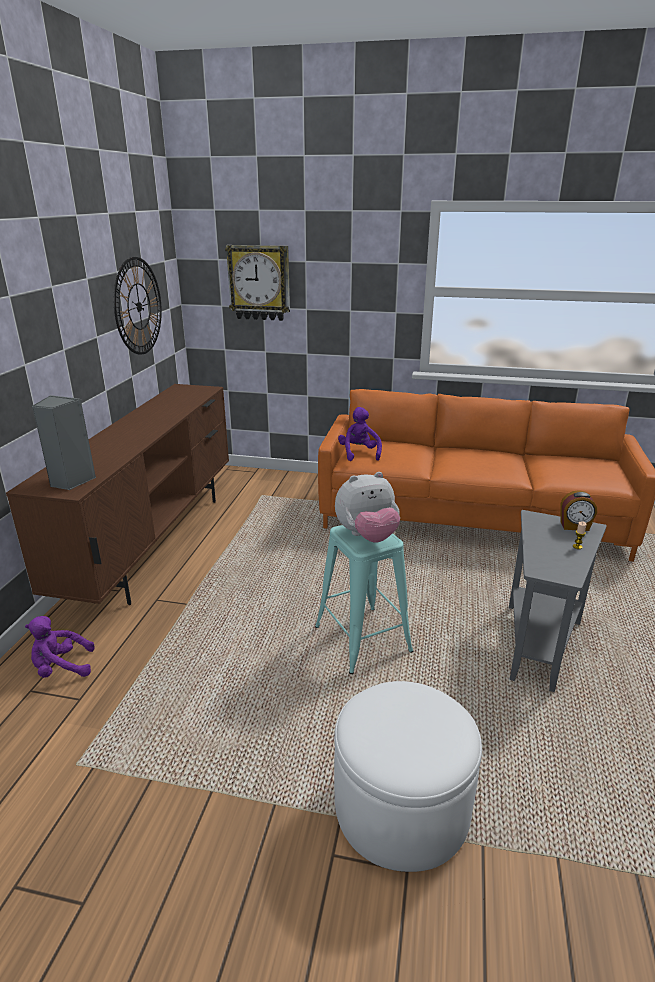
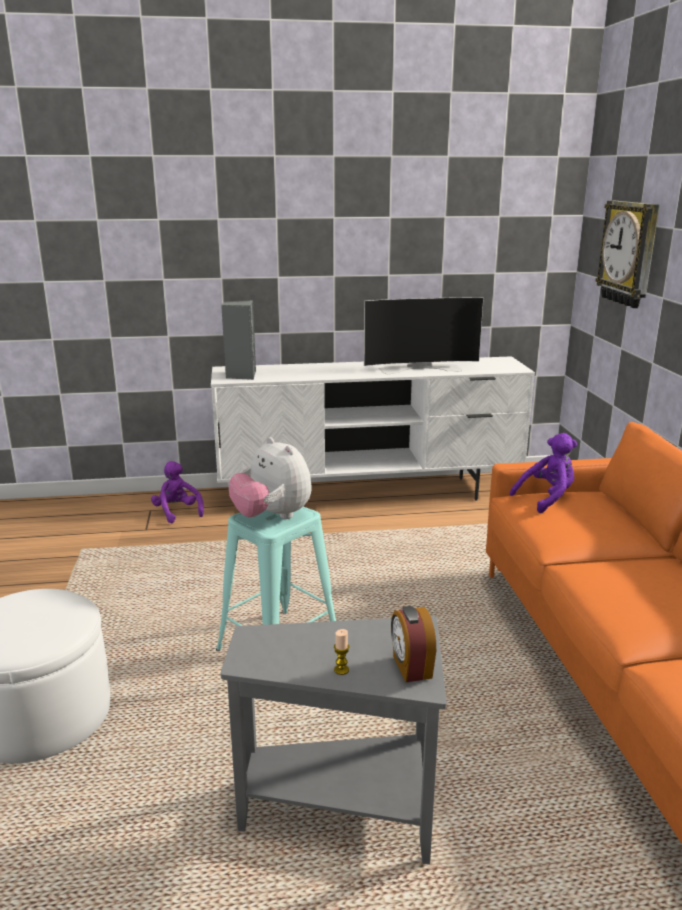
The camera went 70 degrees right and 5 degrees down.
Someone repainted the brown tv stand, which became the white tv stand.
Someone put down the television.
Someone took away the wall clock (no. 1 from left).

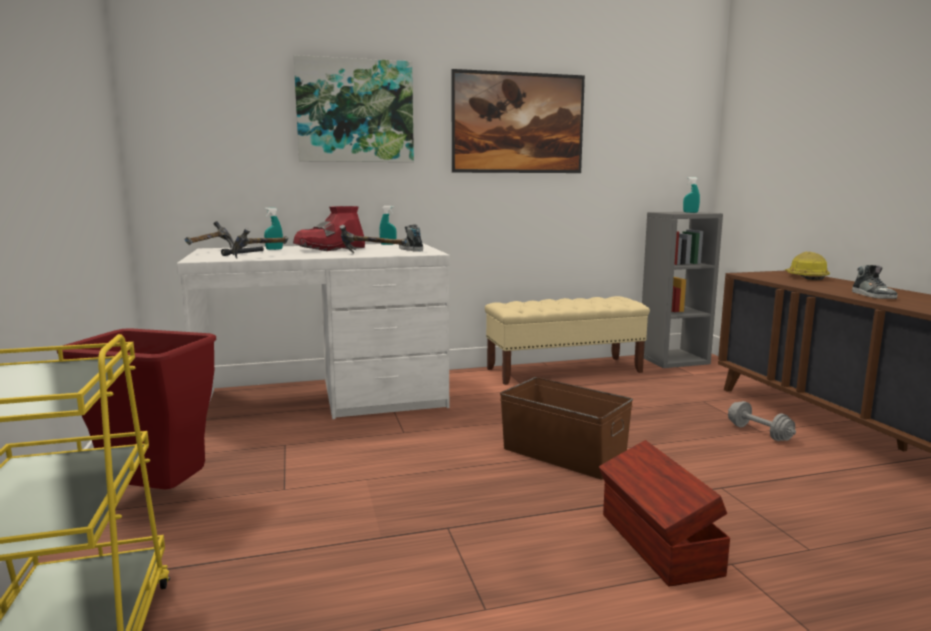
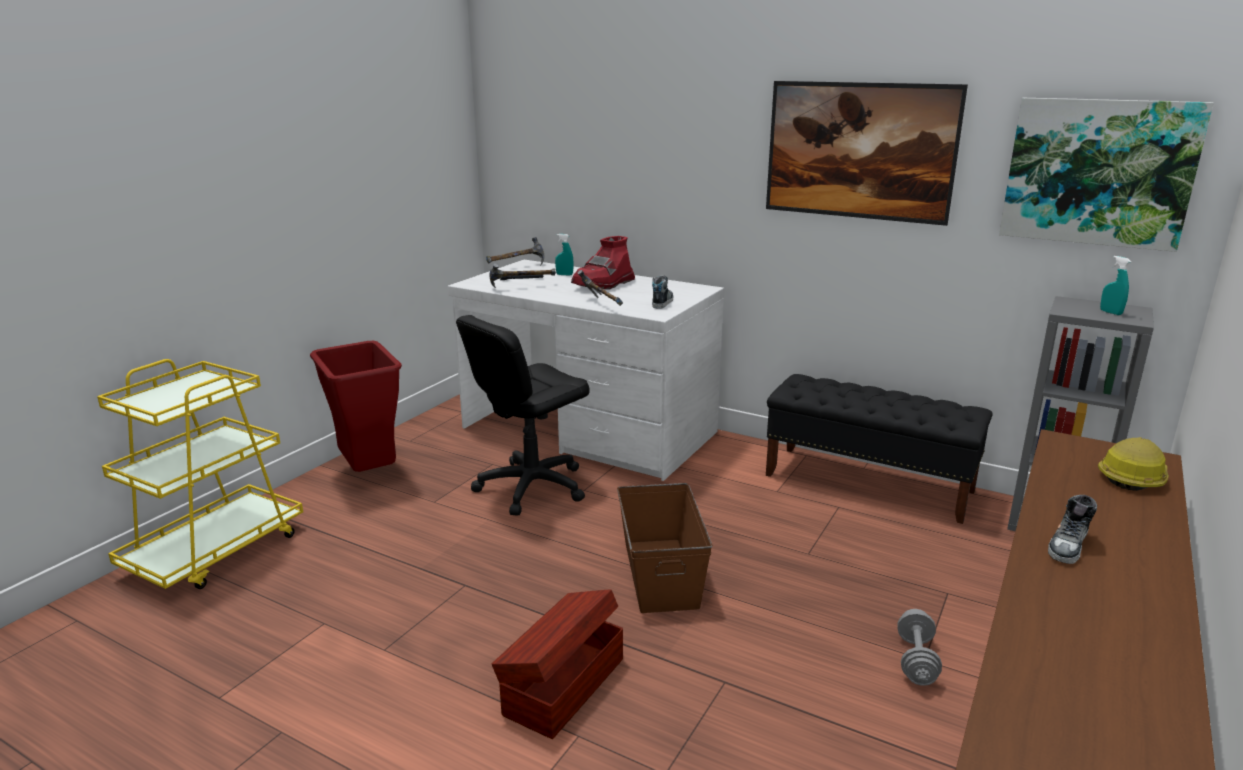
The camera went 45 degrees right and 10 degrees up.
Someone put down the black office chair.
Someone rotated the red boot by 60 degrees counterclockwise.
Someone repainted the beige bench, which became the black bench.
Someone carried the picture (no. 1 from left in the first image).
Someone took away the turquoise spray bottle (no. 2 from left).

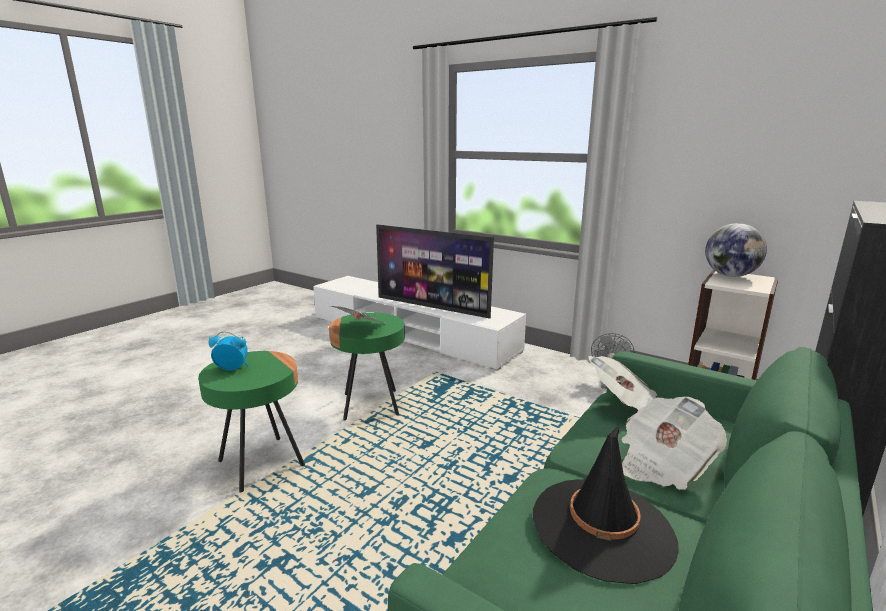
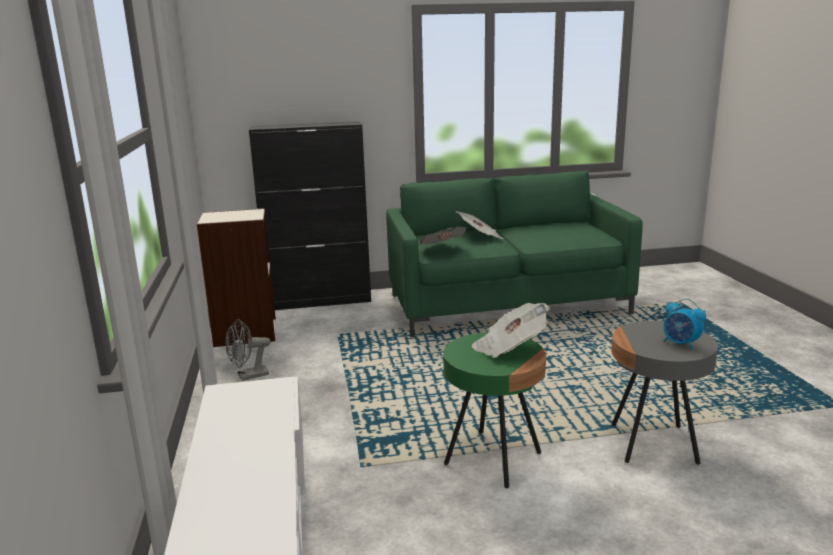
The camera went 135 degrees left and 0 degrees up.
Someone repainted the green side table (no. 1 from left), which became the grey side table.
Someone took away the television.
Someone took away the black hat.
Someone took away the globe.

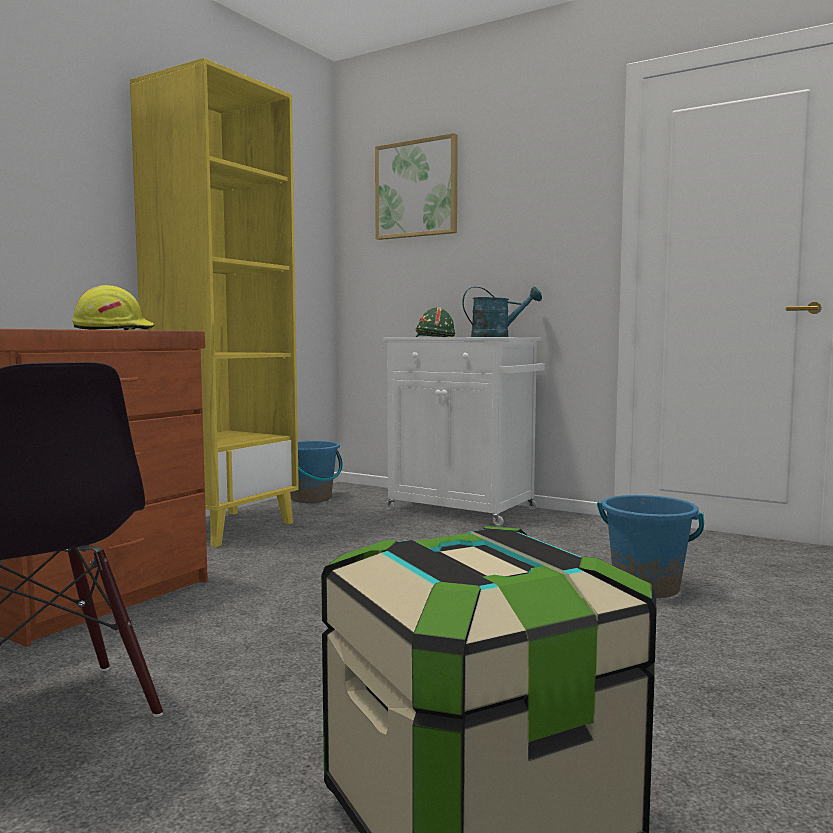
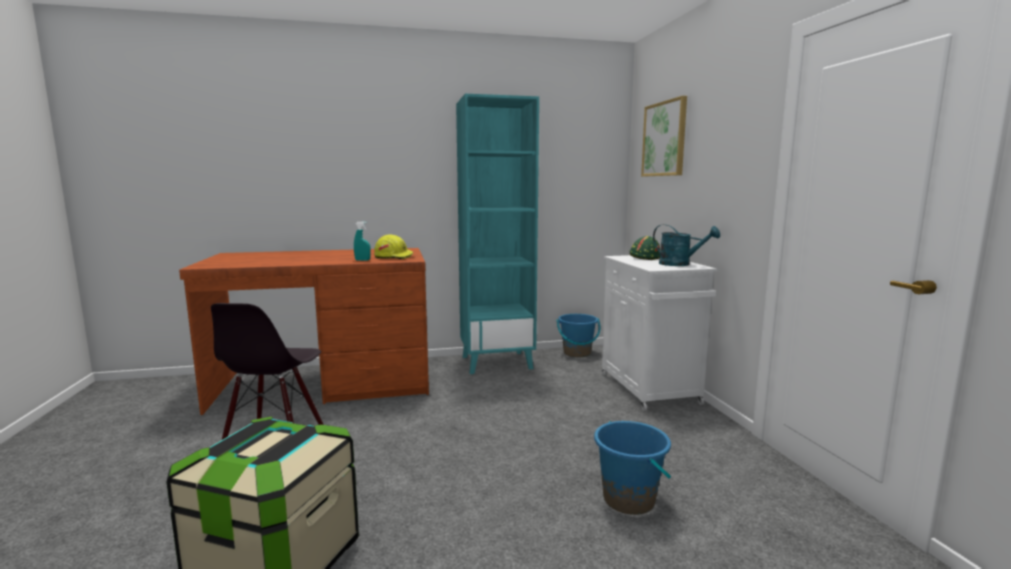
The camera went 45 degrees right and 5 degrees up.
Someone put down the turquoise spray bottle.
Someone repainted the yellow bookcase, which became the turquoise bookcase.

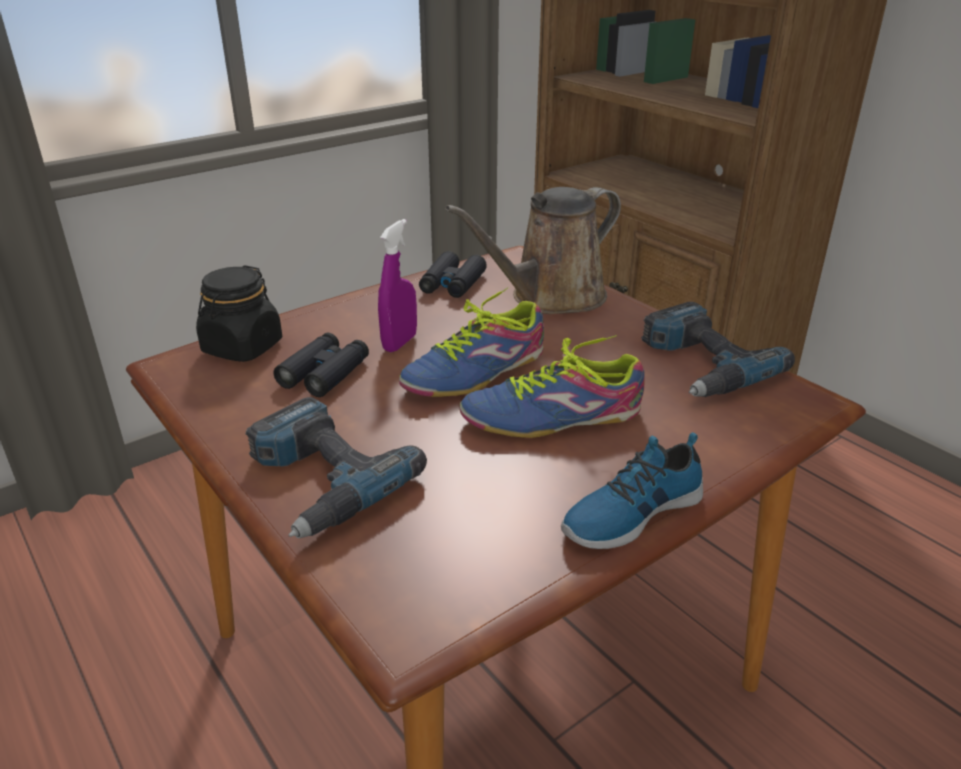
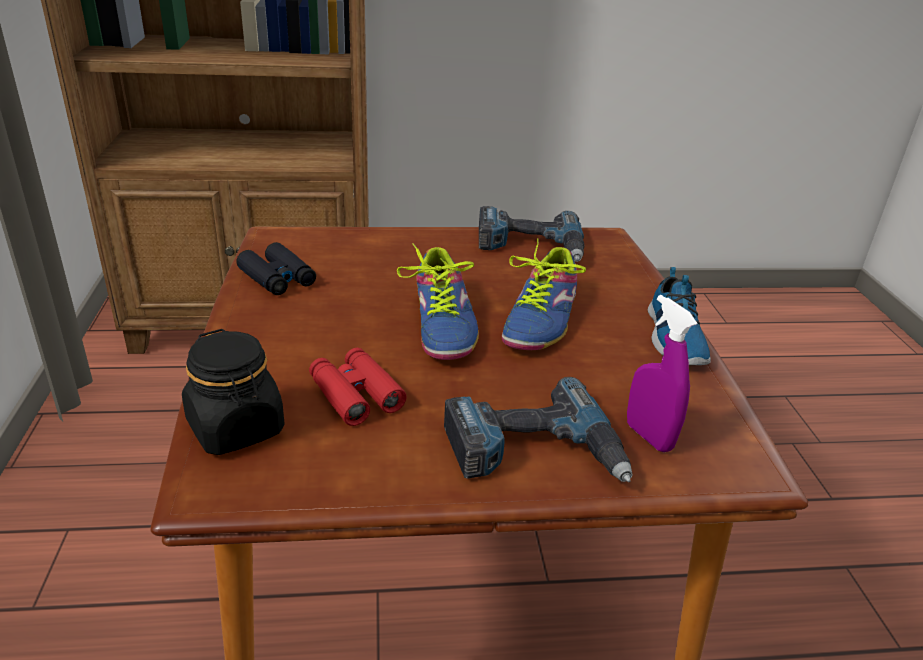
The camera went 60 degrees left and 0 degrees up.
Someone repainted the black binoculars (no. 1 from left), which became the red binoculars.
Someone carried the purple spray bottle.
Someone took away the brown watering can.

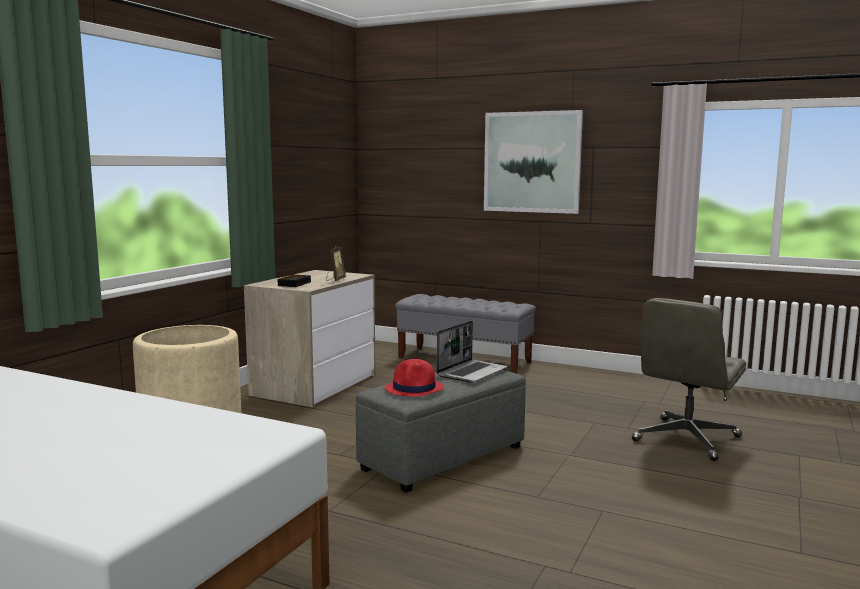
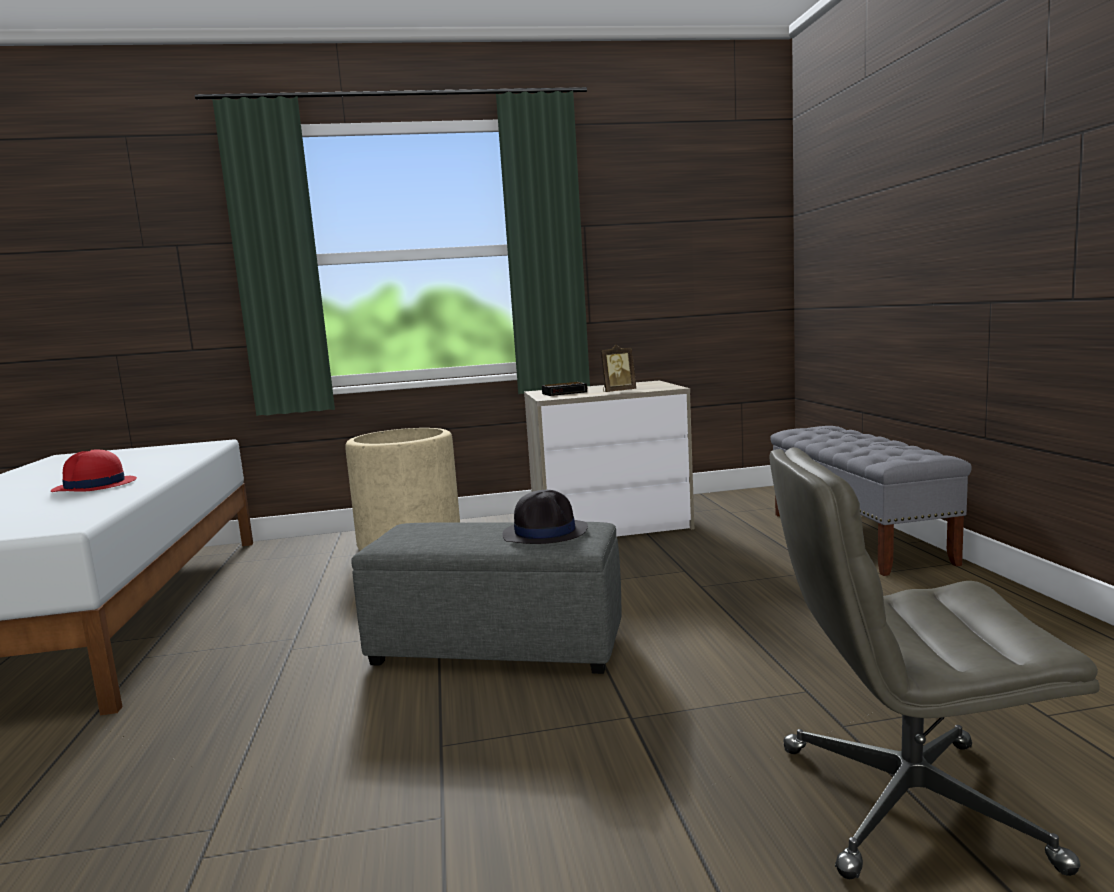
The camera went 55 degrees right and 0 degrees up.
Someone carried the red hat.
Someone swapped the laptop for the black hat.
Someone took away the picture.

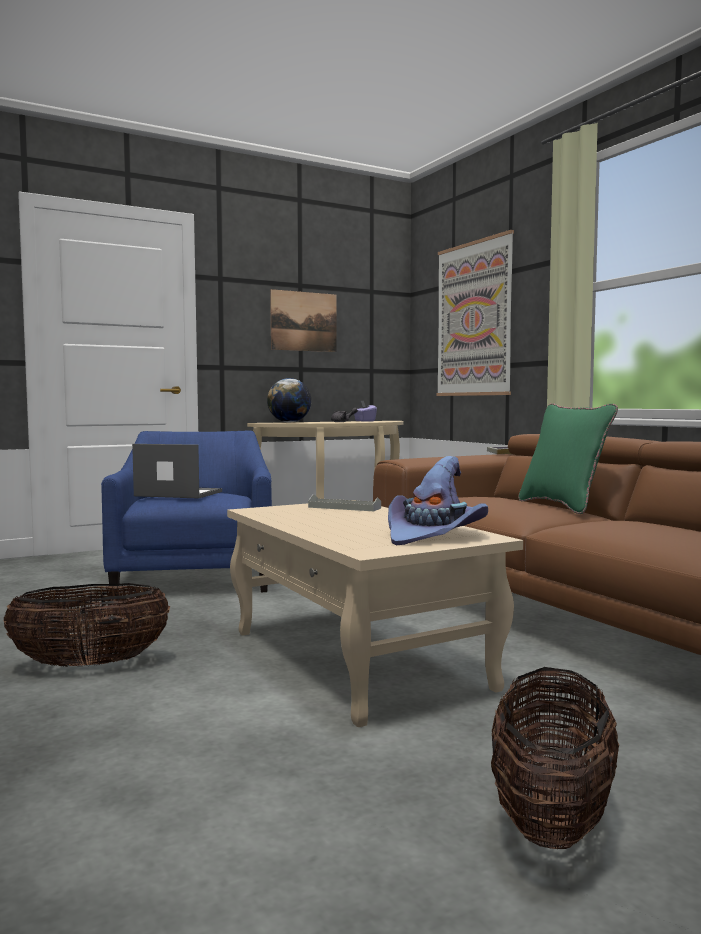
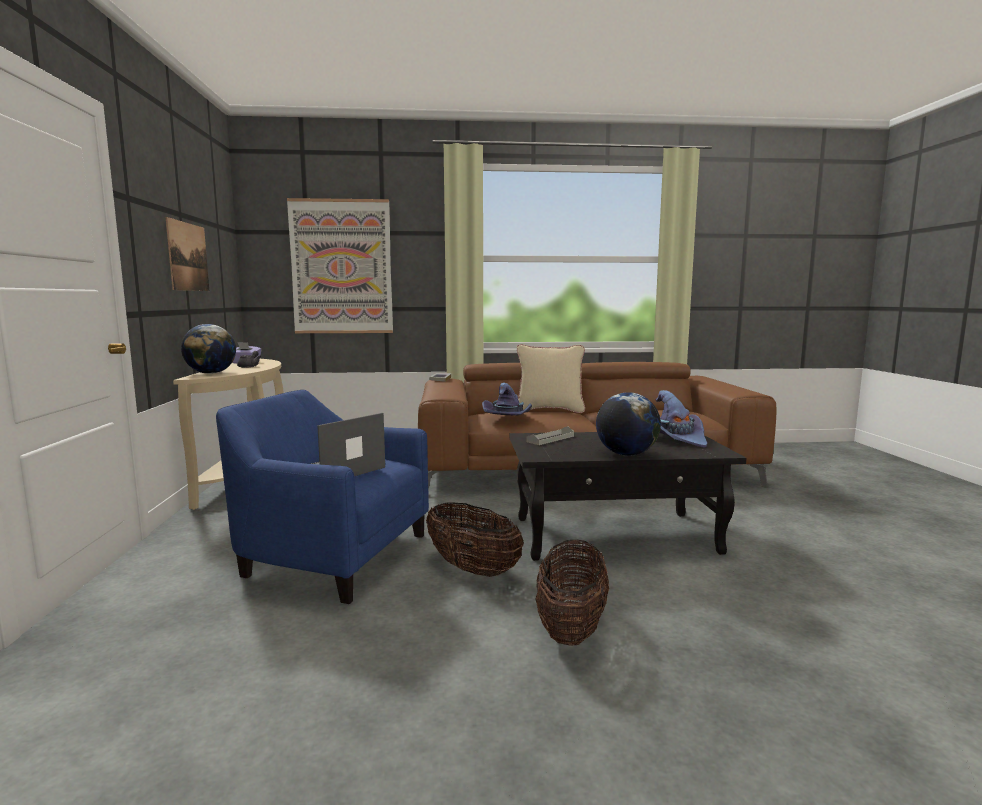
The camera went 65 degrees left and 5 degrees up.
Someone carried the basket (no. 2 from left in the first image).
Someone put down the purple hat (no. 1 from left).
Someone repainted the beige coffee table, which became the black coffee table.
Someone repainted the green pillow, which became the beige pillow.
Someone put down the globe (no. 2 from left).

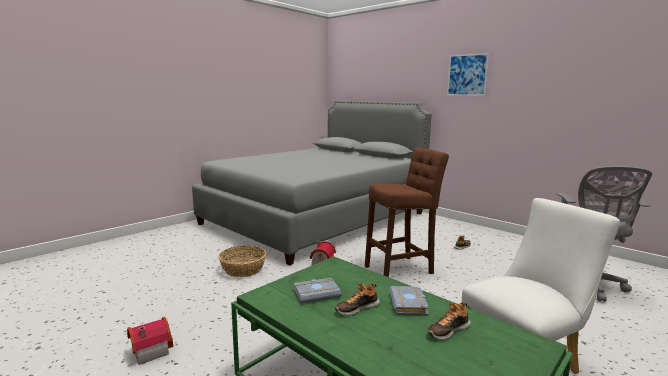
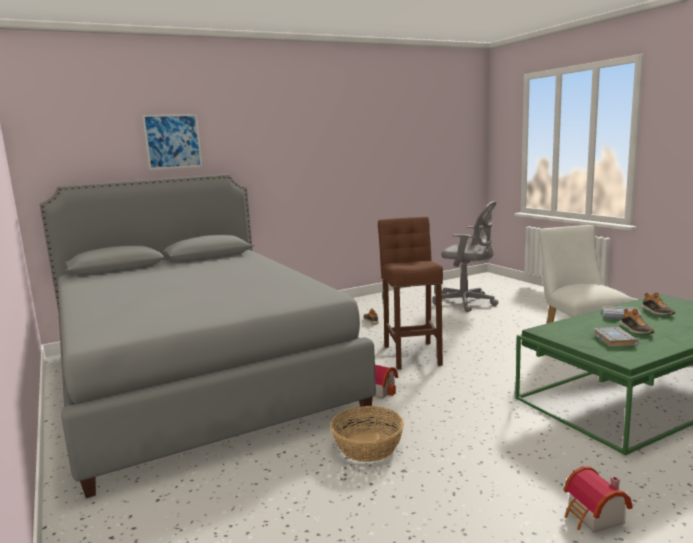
The camera went 70 degrees left and 0 degrees up.
Someone carried the picture.

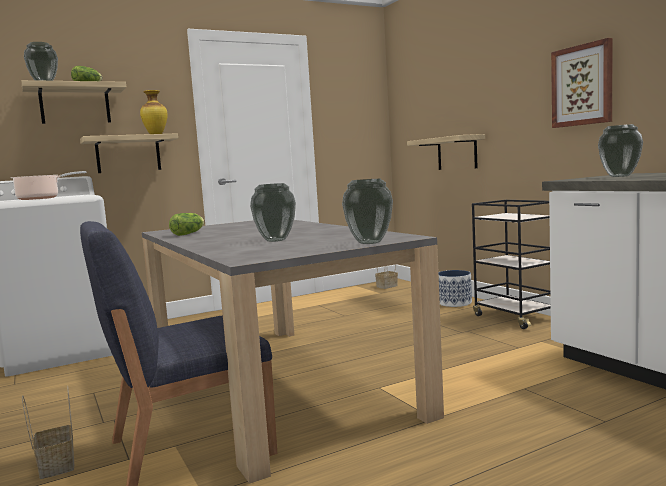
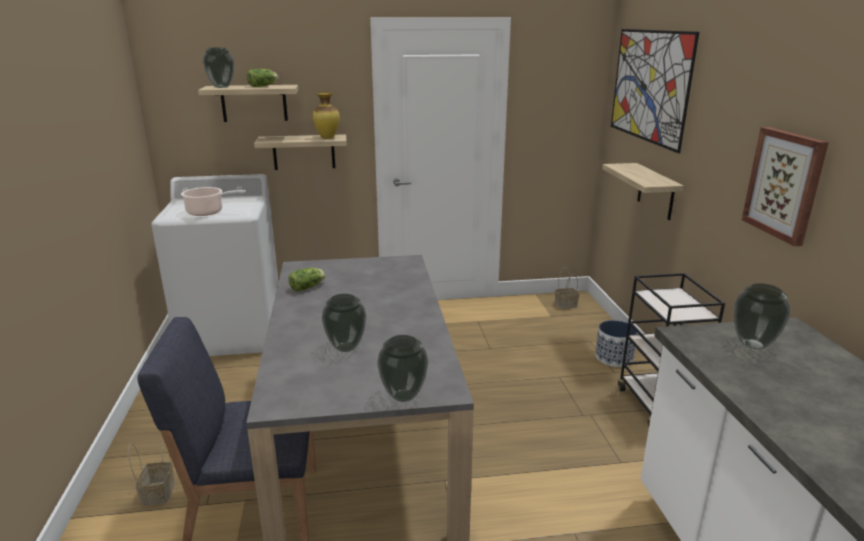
The camera went 20 degrees right and 15 degrees up.
Someone put up the picture (no. 1 from left).

